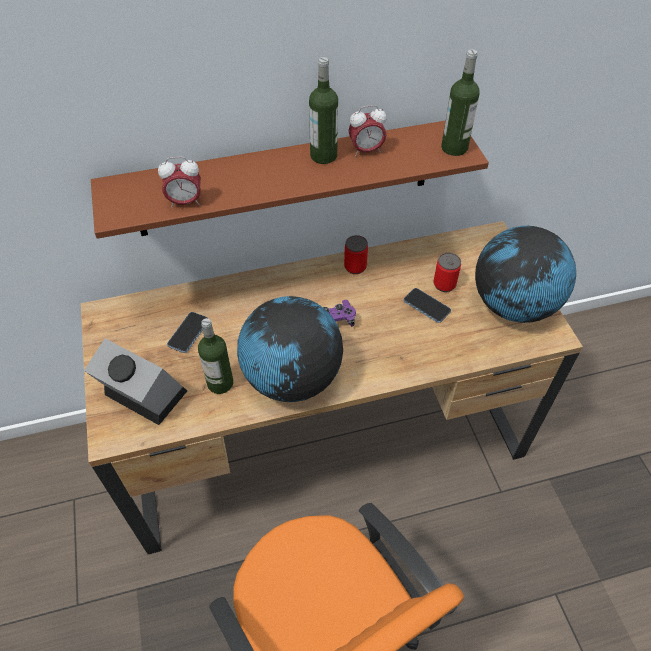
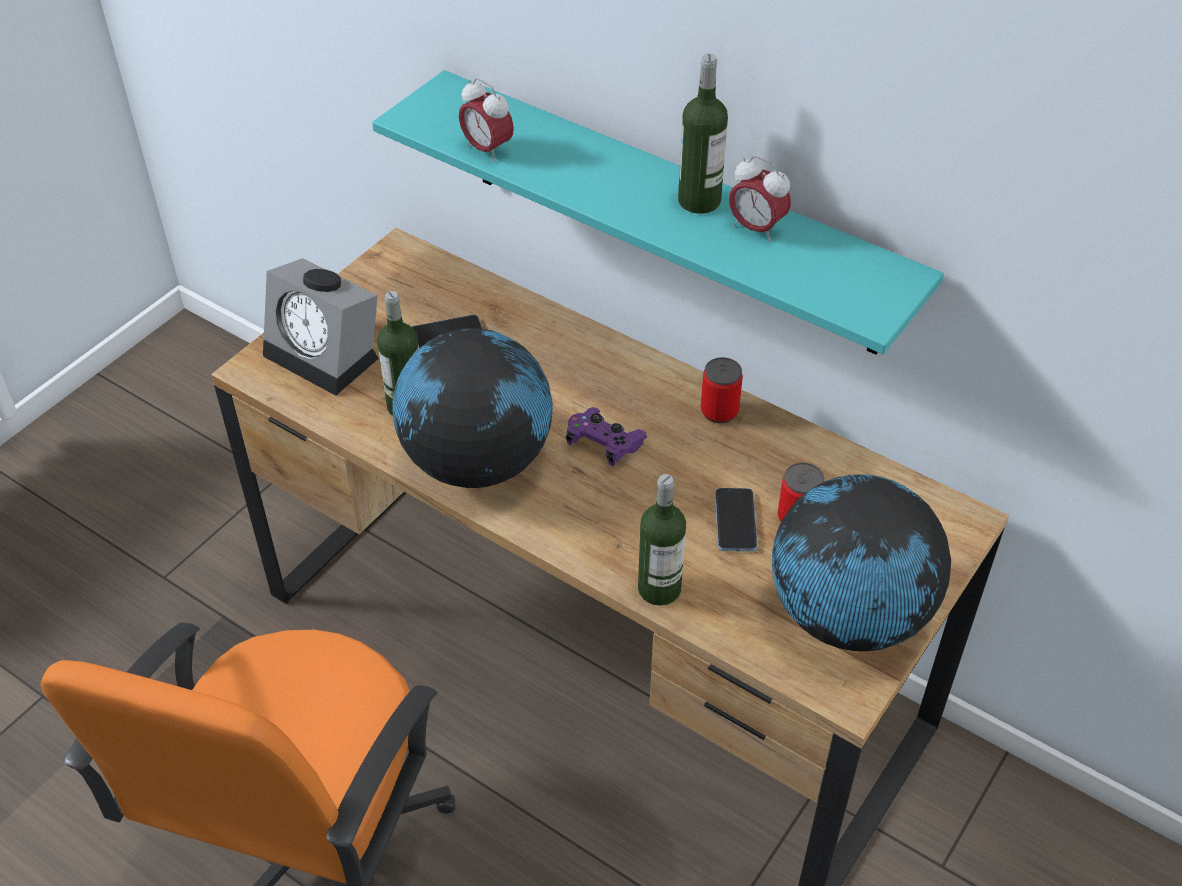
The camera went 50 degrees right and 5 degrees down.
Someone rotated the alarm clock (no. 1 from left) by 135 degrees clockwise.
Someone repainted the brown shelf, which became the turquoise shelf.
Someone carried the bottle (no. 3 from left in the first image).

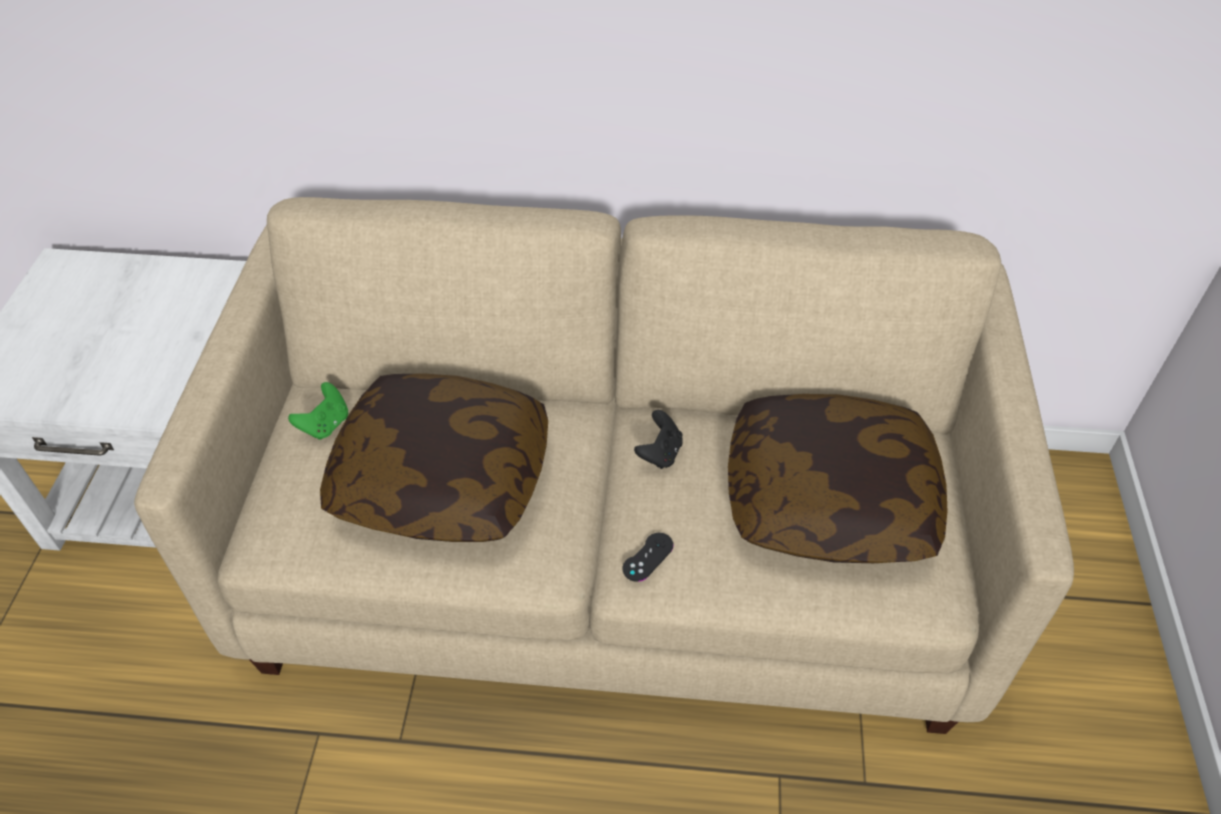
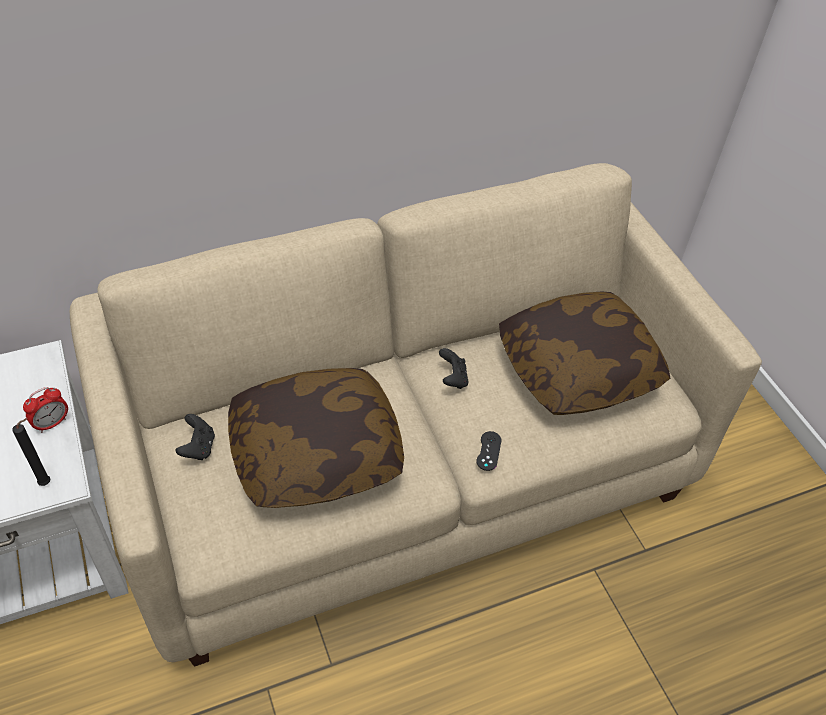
The camera went 30 degrees left and 0 degrees up.
Someone put down the black candle.
Someone put down the alarm clock.
Someone repainted the green game controller, which became the black game controller (no. 1 from left).

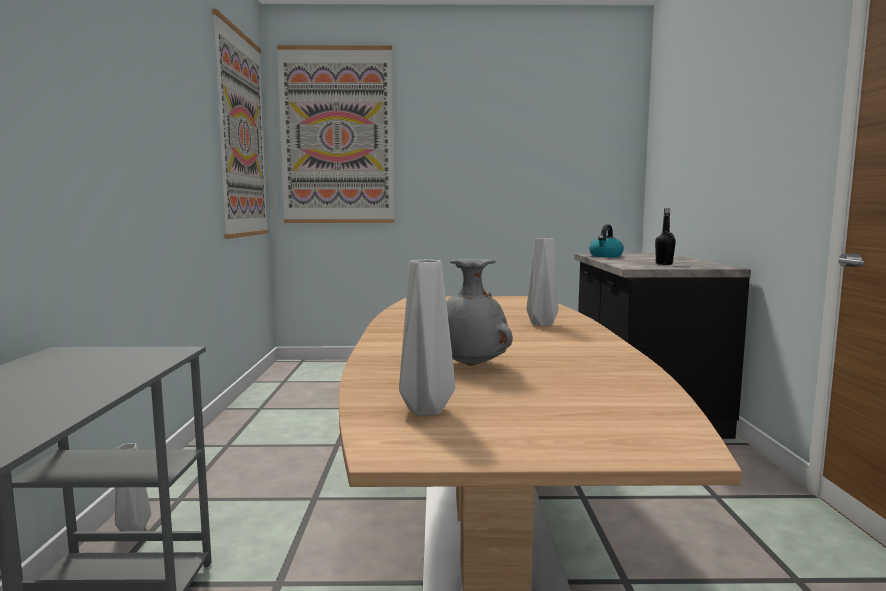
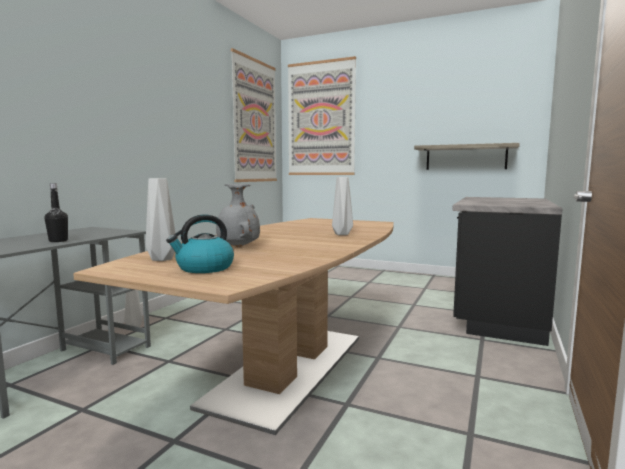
The camera went 25 degrees right and 0 degrees up.
Someone carried the black bottle.
Someone carried the kettle.
Someone put up the shelf.

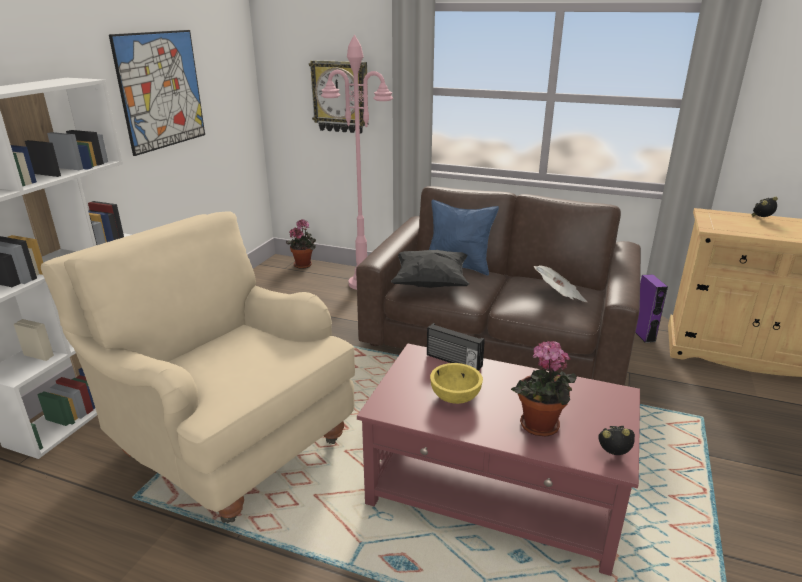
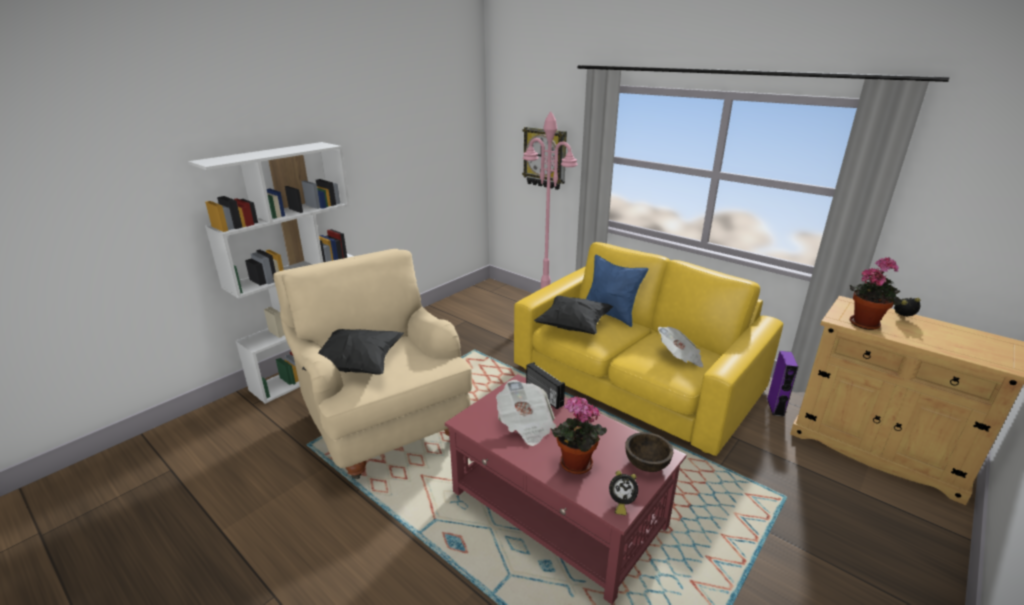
The camera went 20 degrees right and 0 degrees up.
Someone put down the black pillow (no. 1 from left).
Someone swapped the yellow bowl for the newspaper (no. 1 from left).
Someone repainted the brown sofa, which became the yellow sofa.
Someone rotated the alarm clock (no. 1 from left) by 150 degrees clockwise.
Someone put down the brown bowl.
Someone carried the potted plant (no. 1 from left in the first image).
Someone took away the picture.

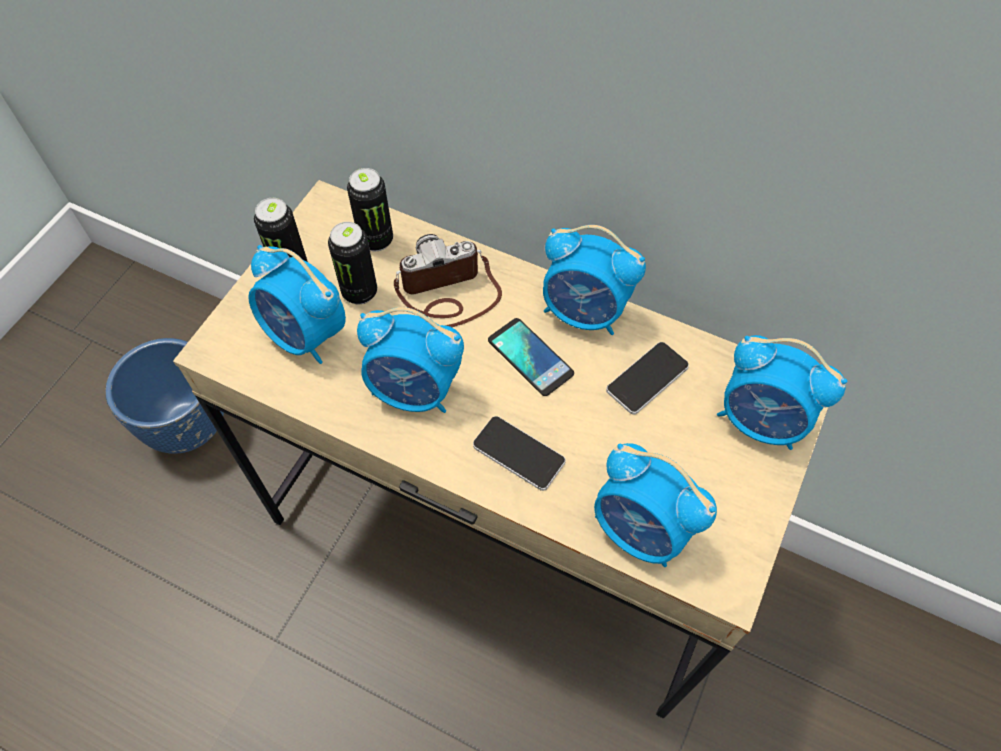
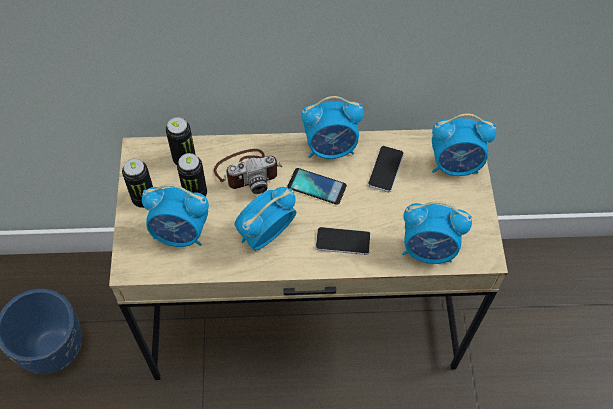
The camera went 30 degrees left and 0 degrees up.
Someone rotated the photo camera by 150 degrees counterclockwise.
Someone rotated the alarm clock (no. 2 from left) by 150 degrees clockwise.

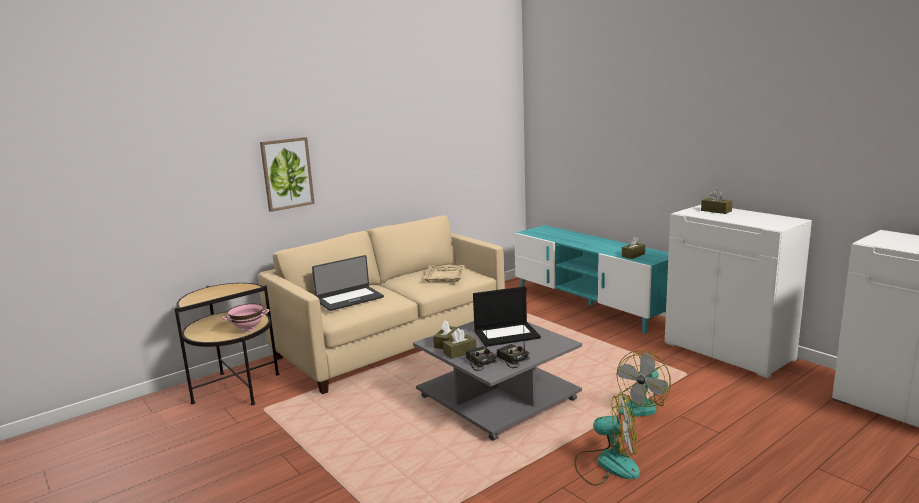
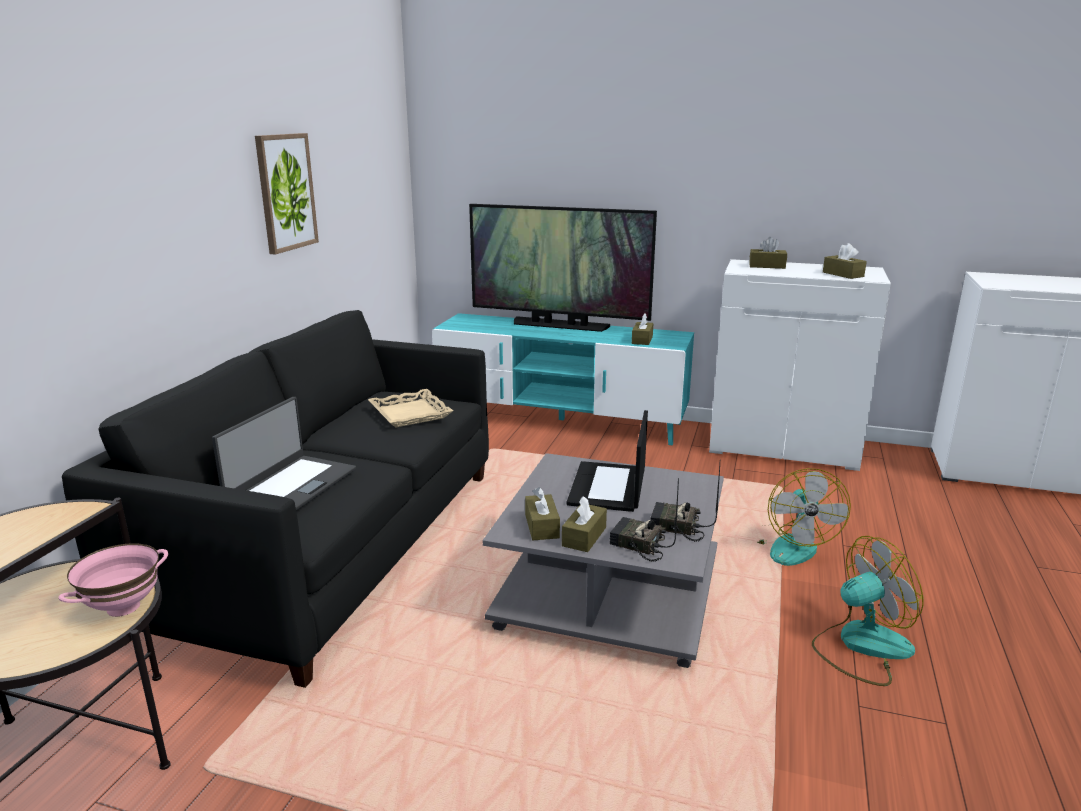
The camera went 35 degrees left and 5 degrees up.
Someone repainted the beige sofa, which became the black sofa.
Someone carried the picture.
Someone put down the television.
Someone rotated the laptop (no. 2 from left) by 150 degrees clockwise.
Someone put down the brown tissue box (no. 5 from left).

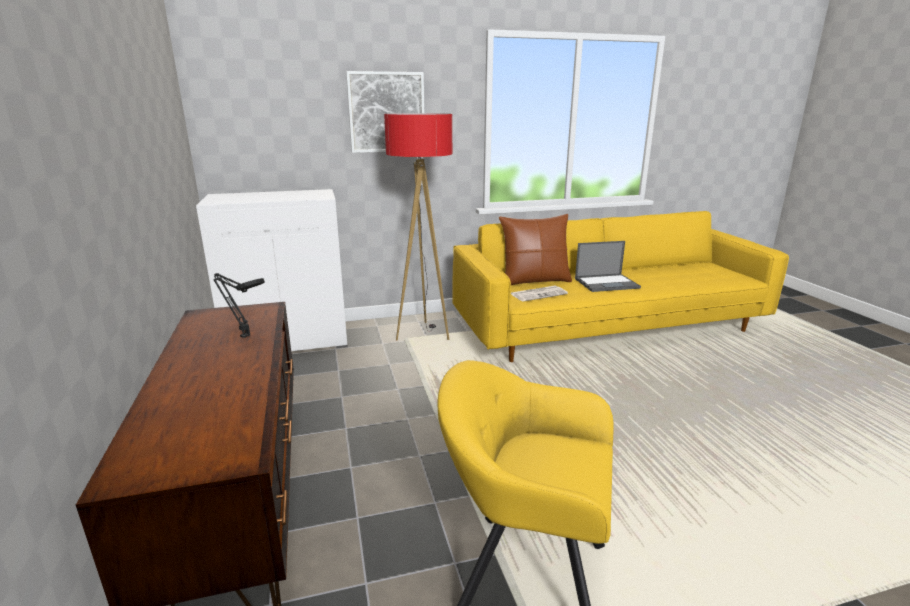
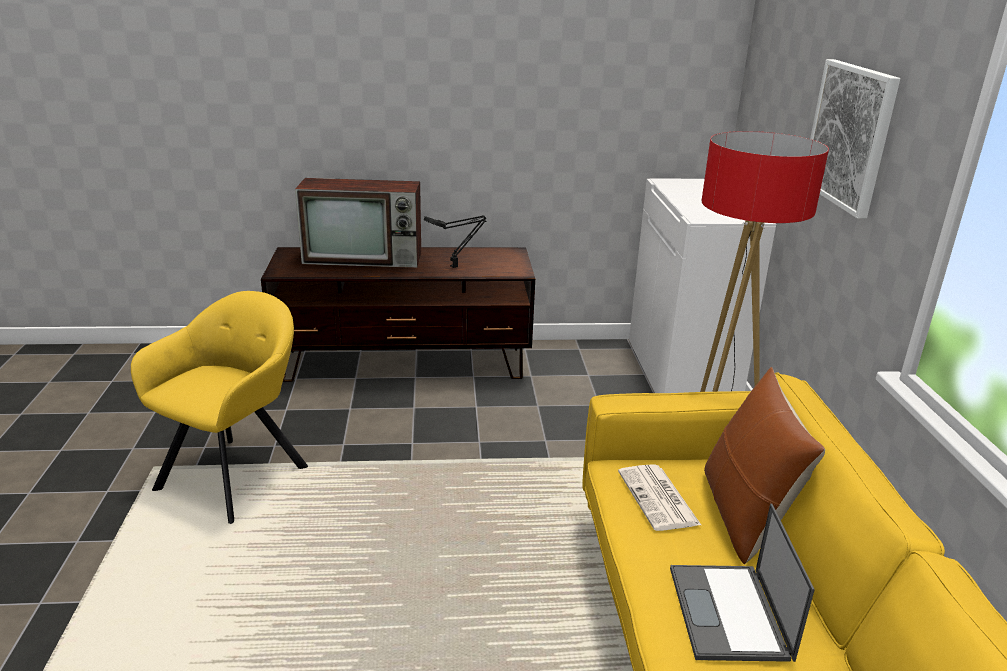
The camera went 100 degrees right and 5 degrees up.
Someone put down the television.

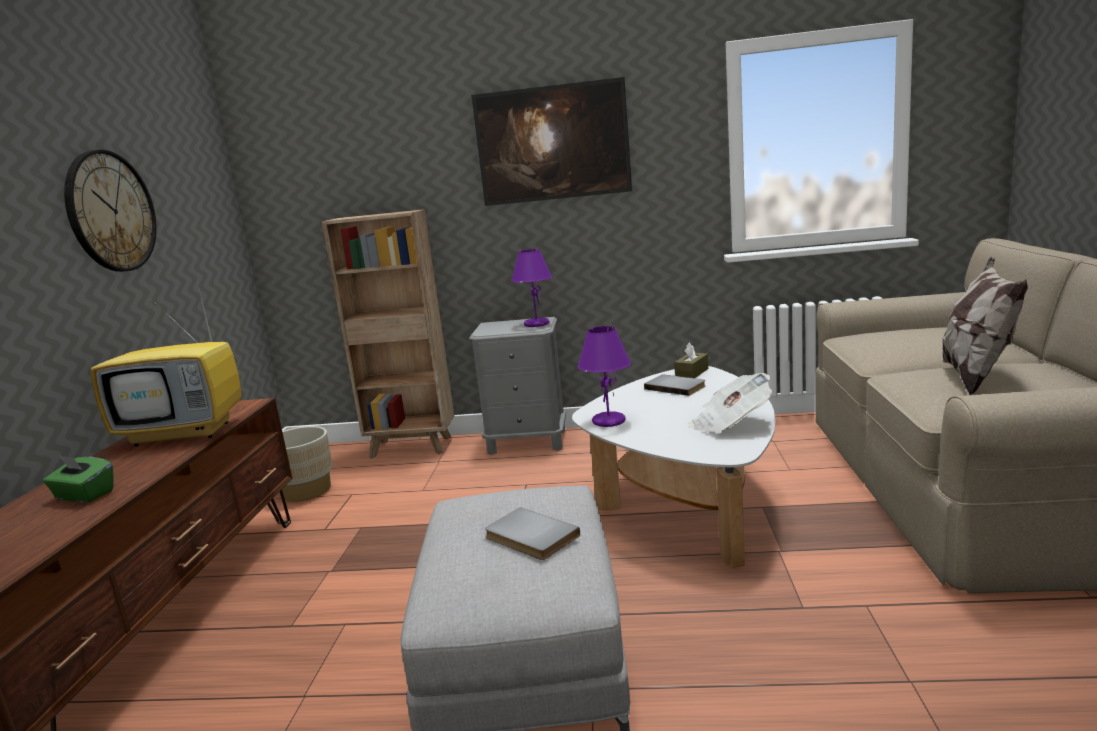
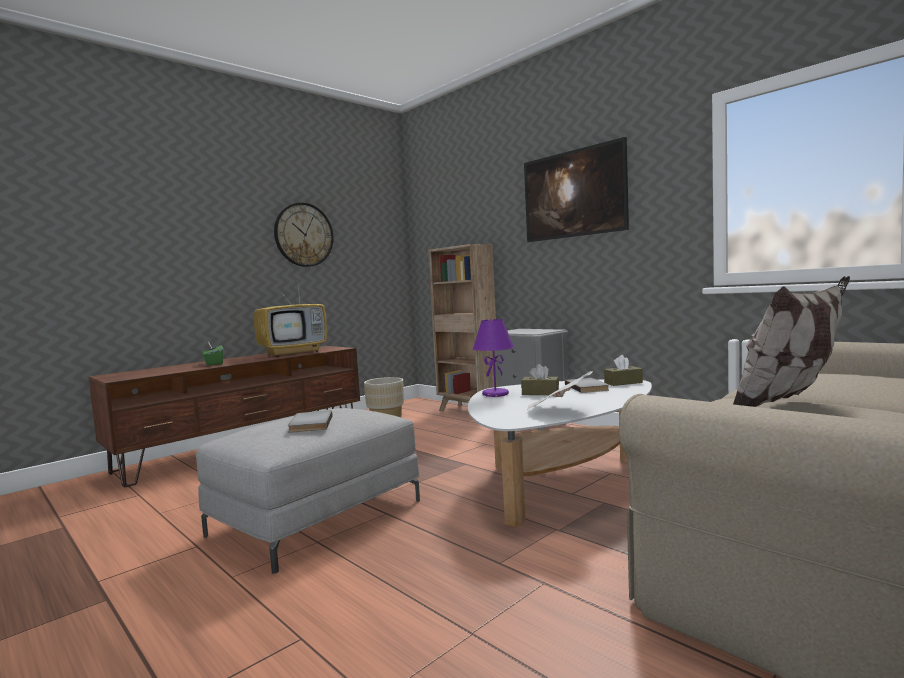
The camera went 40 degrees right and 10 degrees down.
Someone rotated the television by 75 degrees counterclockwise.
Someone put down the brown tissue box (no. 1 from left).
Someone took away the purple table lamp (no. 1 from left).

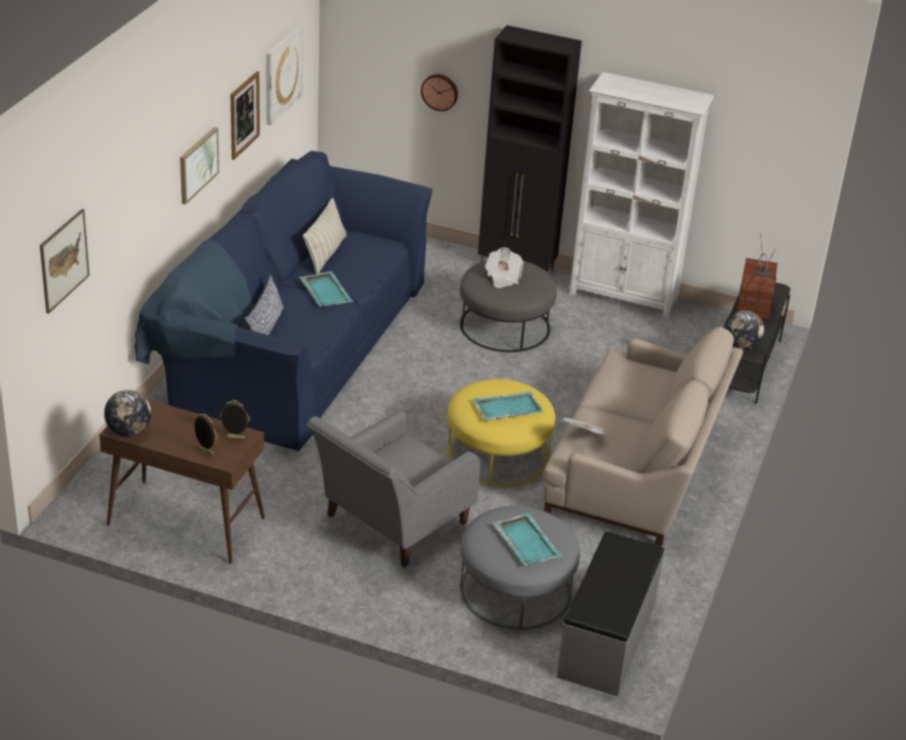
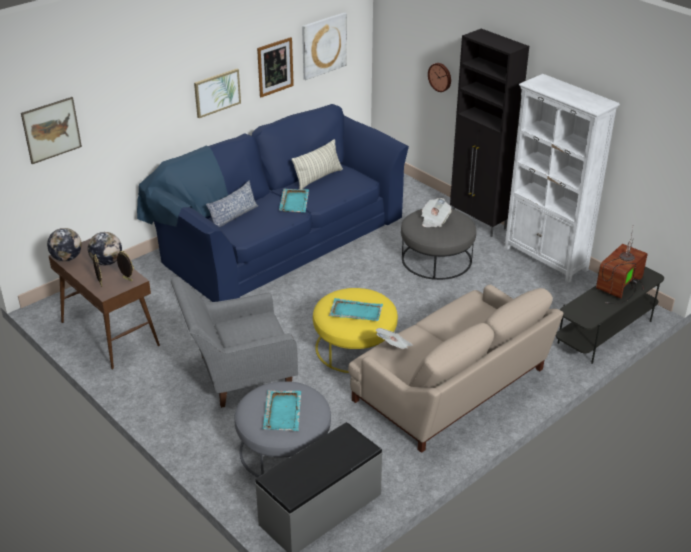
The camera went 30 degrees right and 0 degrees up.
Someone carried the globe (no. 2 from left).

